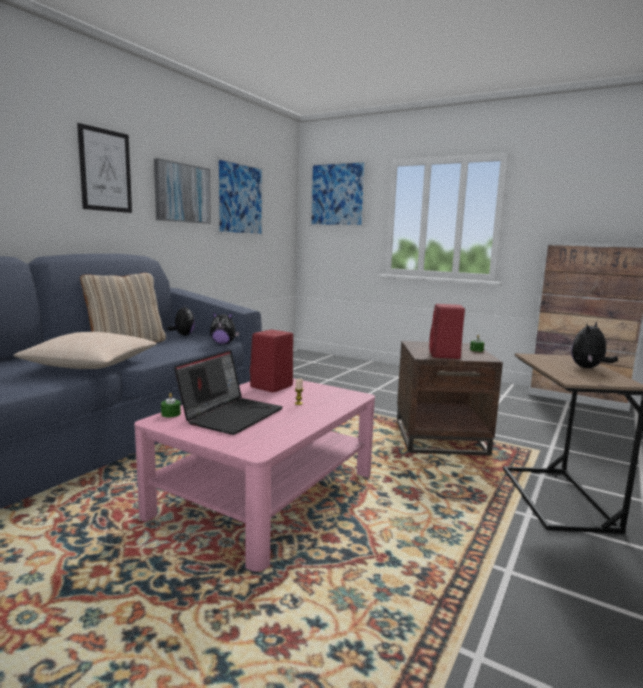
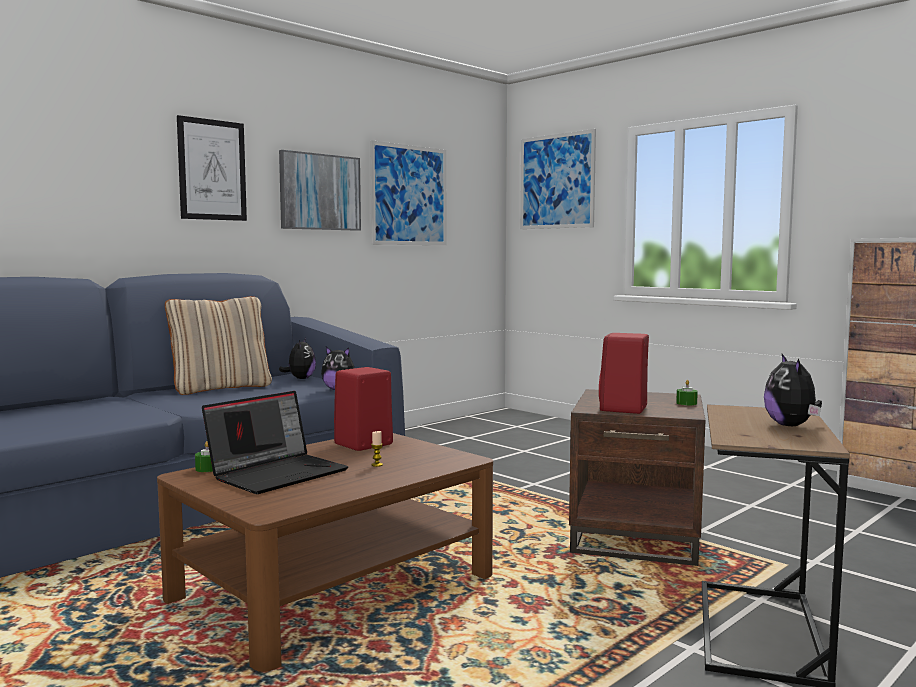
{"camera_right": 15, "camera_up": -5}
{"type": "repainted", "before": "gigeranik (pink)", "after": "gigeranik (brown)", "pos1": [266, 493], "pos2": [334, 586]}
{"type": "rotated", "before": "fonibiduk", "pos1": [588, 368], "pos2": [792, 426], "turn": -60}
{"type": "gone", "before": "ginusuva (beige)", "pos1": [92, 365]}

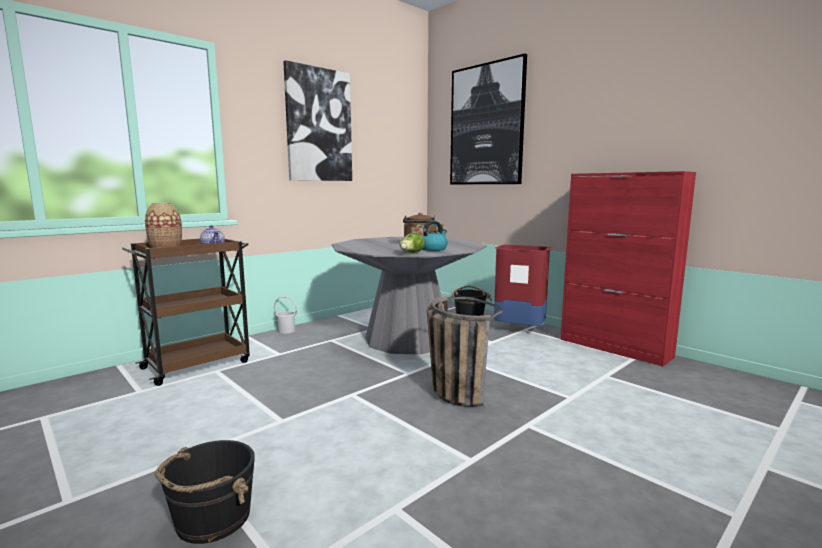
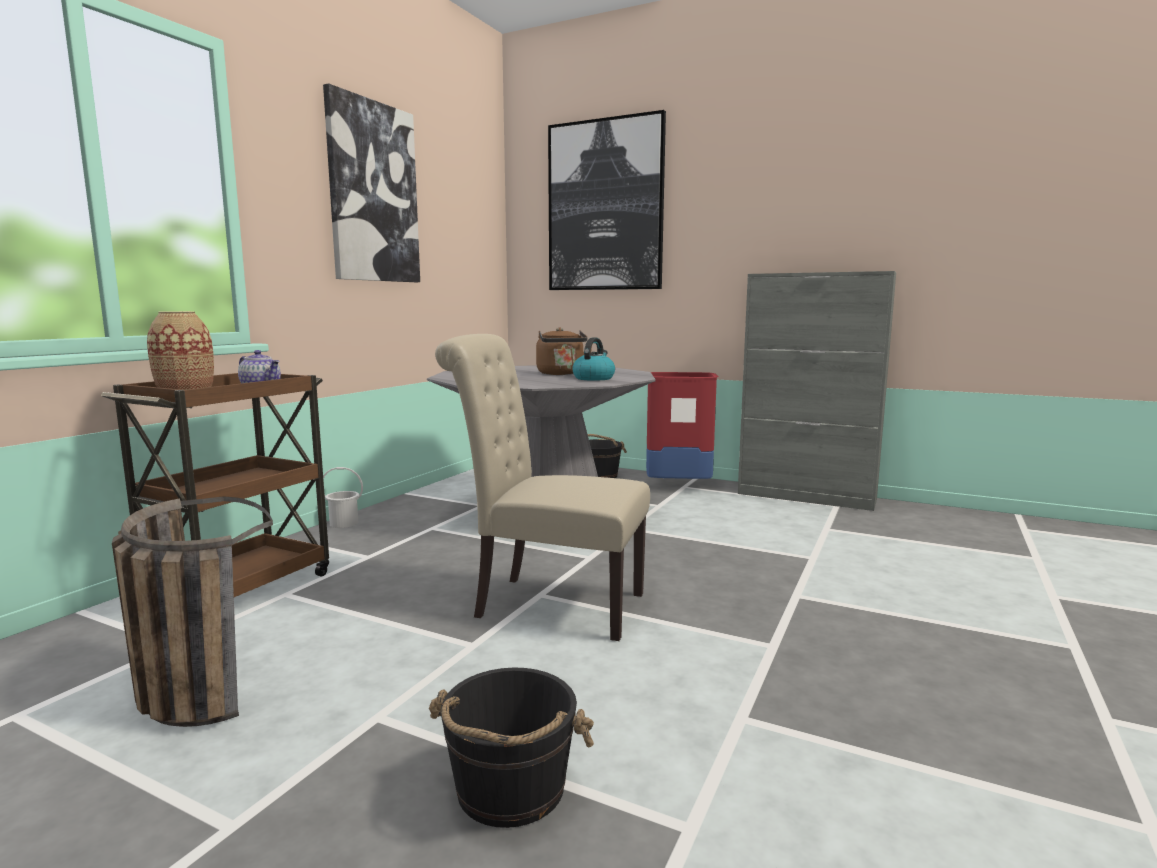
{"camera_right": -20, "camera_up": 0}
{"type": "shifted", "before": "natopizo", "pos1": [451, 389], "pos2": [188, 688]}
{"type": "new", "after": "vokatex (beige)", "pos2": [549, 604]}
{"type": "repainted", "before": "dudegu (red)", "after": "dudegu (grey)", "pos1": [615, 348], "pos2": [806, 497]}
{"type": "gone", "before": "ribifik", "pos1": [411, 253]}

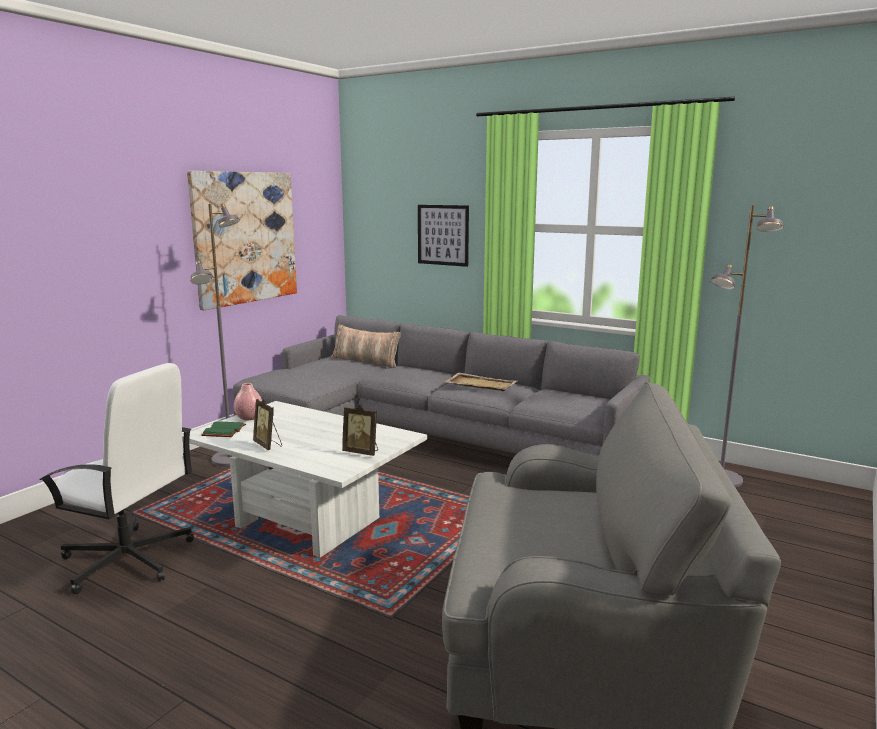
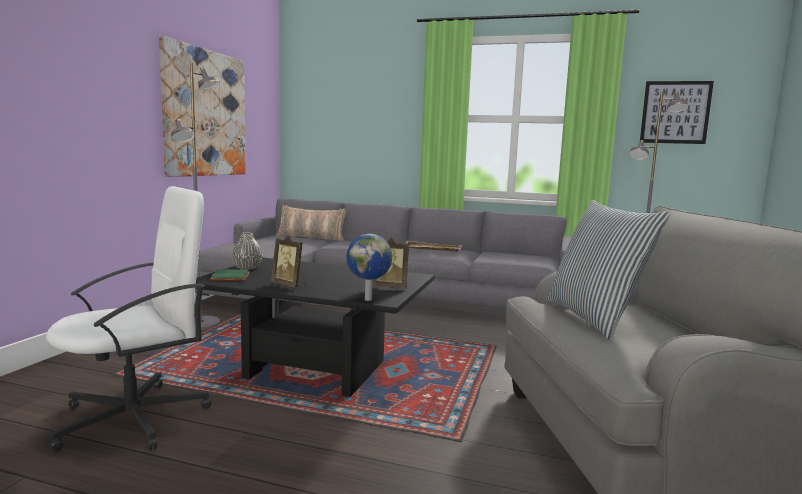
{"camera_right": -15, "camera_up": -5}
{"type": "rotated", "before": "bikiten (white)", "pos1": [128, 560], "pos2": [135, 417], "turn": -45}
{"type": "repainted", "before": "gigeranik (white)", "after": "gigeranik (black)", "pos1": [308, 522], "pos2": [316, 369]}
{"type": "repainted", "before": "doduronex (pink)", "after": "doduronex (grey)", "pos1": [249, 418], "pos2": [247, 268]}
{"type": "new", "after": "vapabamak", "pos2": [368, 299]}
{"type": "new", "after": "ginusuva", "pos2": [594, 318]}
{"type": "shifted", "before": "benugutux", "pos1": [443, 235], "pos2": [675, 112]}

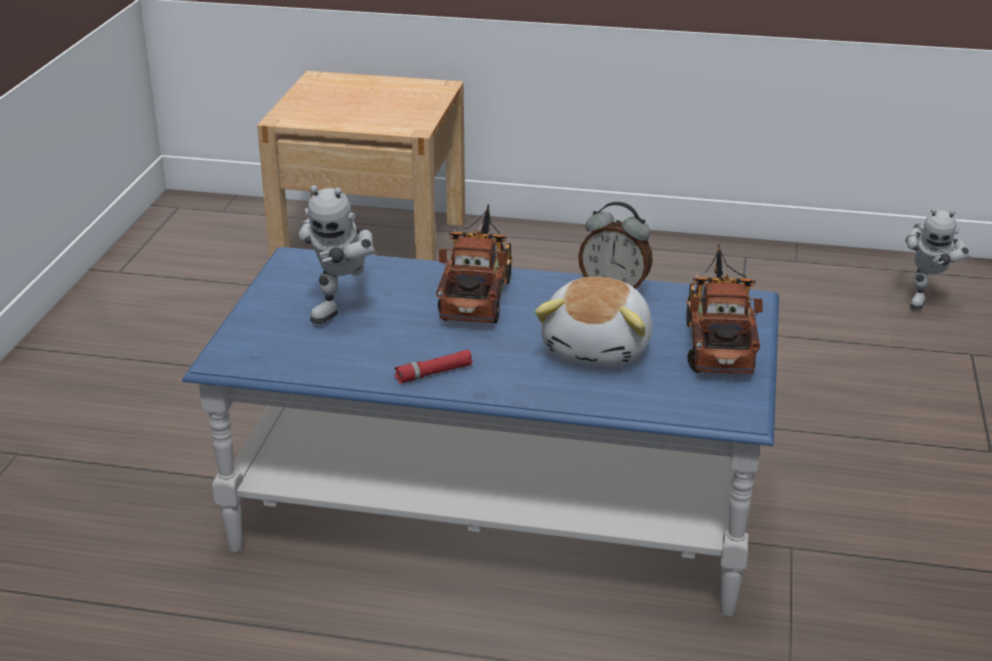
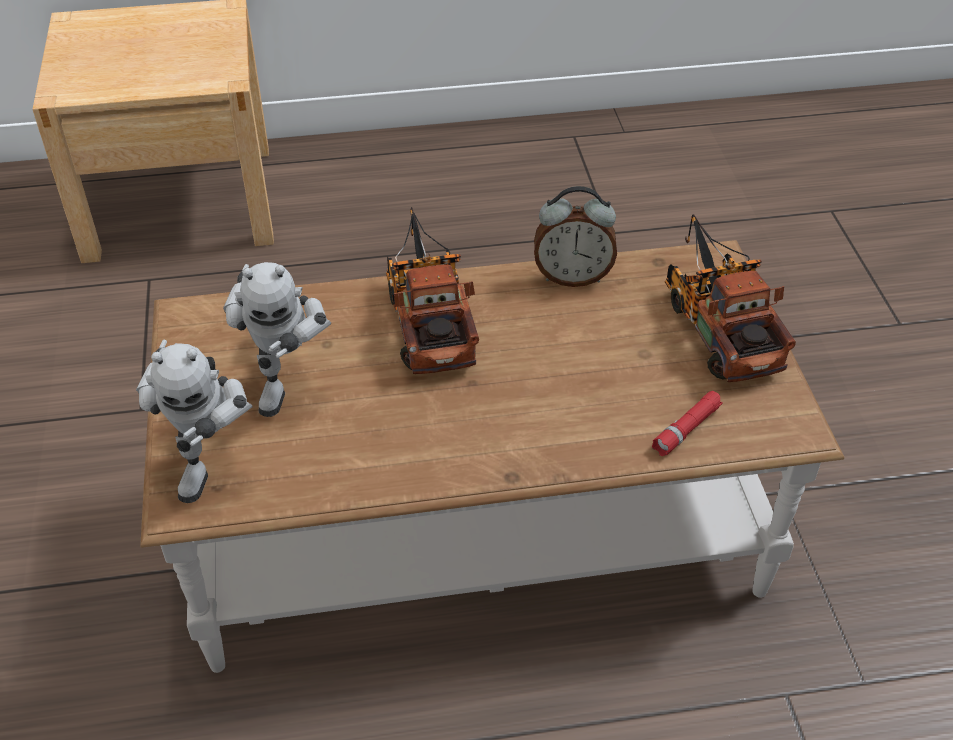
{"camera_right": -20, "camera_up": 15}
{"type": "shifted", "before": "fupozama", "pos1": [925, 298], "pos2": [211, 459]}
{"type": "repainted", "before": "gigeranik (blue)", "after": "gigeranik (brown)", "pos1": [496, 510], "pos2": [477, 529]}
{"type": "shifted", "before": "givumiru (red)", "pos1": [434, 373], "pos2": [686, 429]}
{"type": "gone", "before": "fonibiduk", "pos1": [599, 348]}

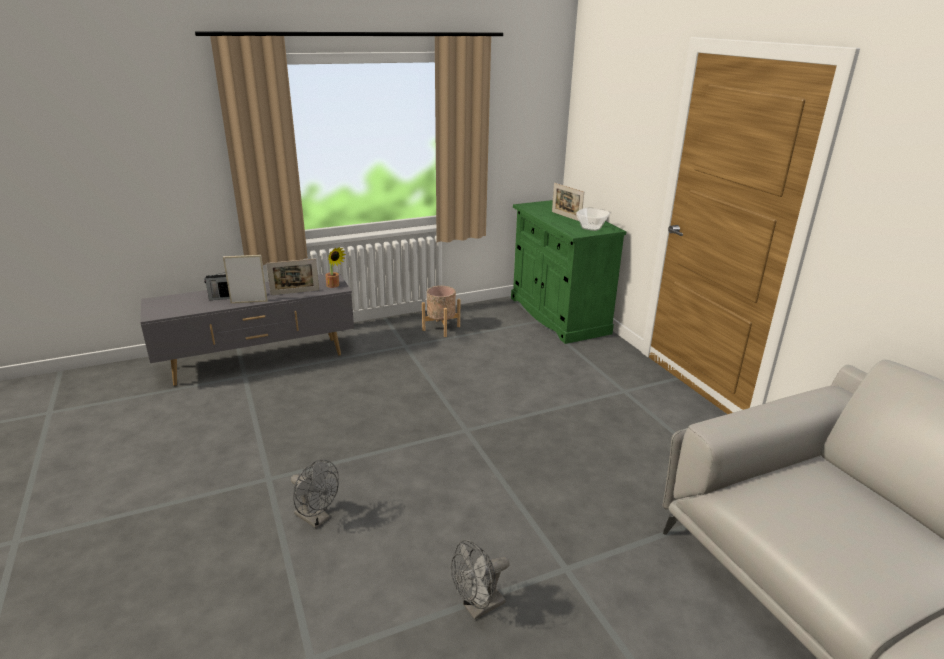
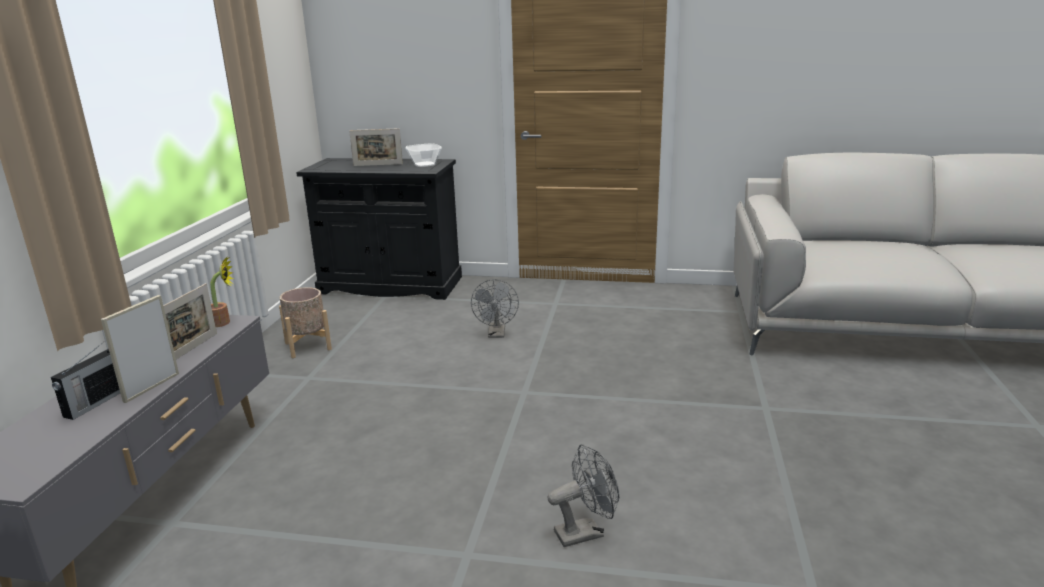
{"camera_right": -55, "camera_up": -5}
{"type": "repainted", "before": "dudegu (green)", "after": "dudegu (black)", "pos1": [558, 315], "pos2": [390, 285]}
{"type": "shifted", "before": "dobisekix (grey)", "pos1": [478, 607], "pos2": [497, 334]}

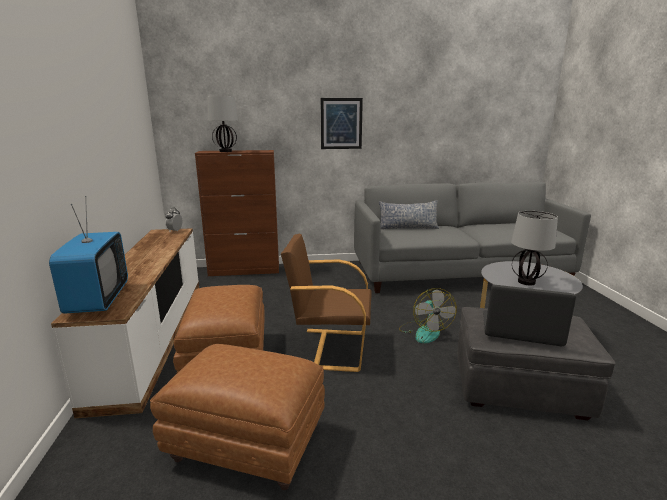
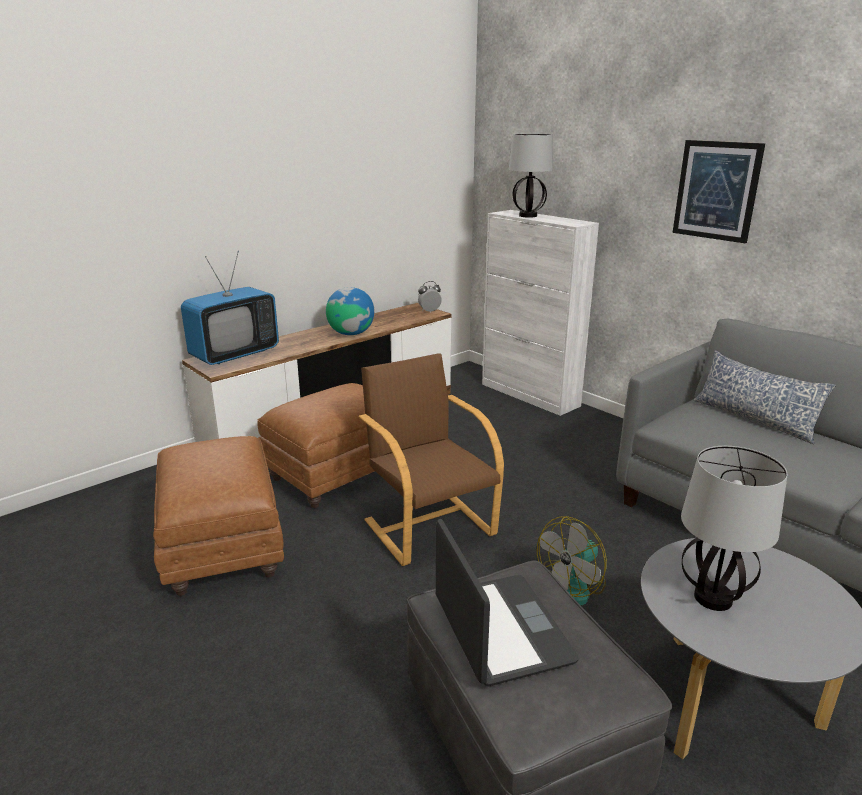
{"camera_right": 55, "camera_up": 5}
{"type": "new", "after": "vapabamak", "pos2": [351, 333]}
{"type": "repainted", "before": "dudegu (brown)", "after": "dudegu (white)", "pos1": [245, 270], "pos2": [530, 395]}

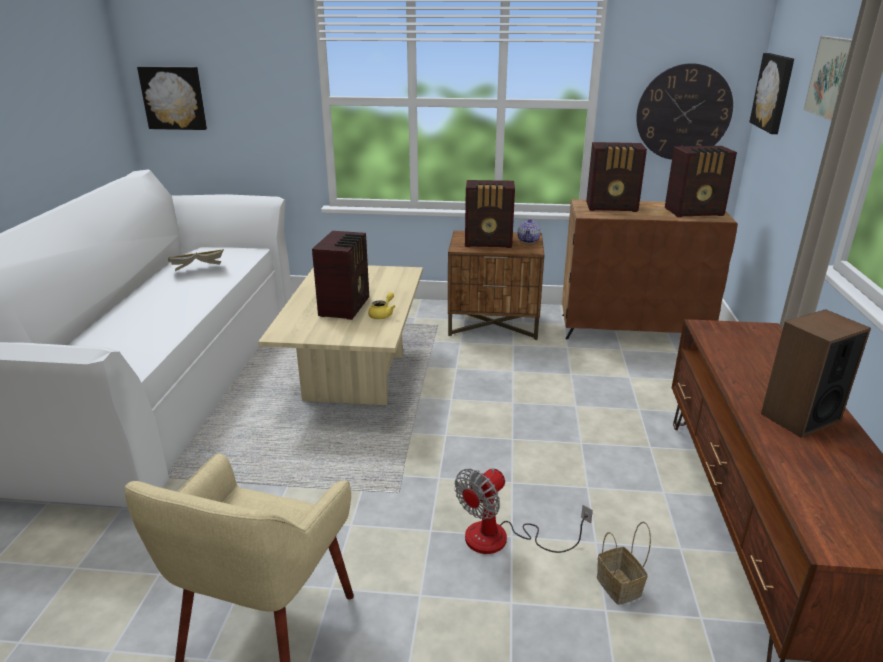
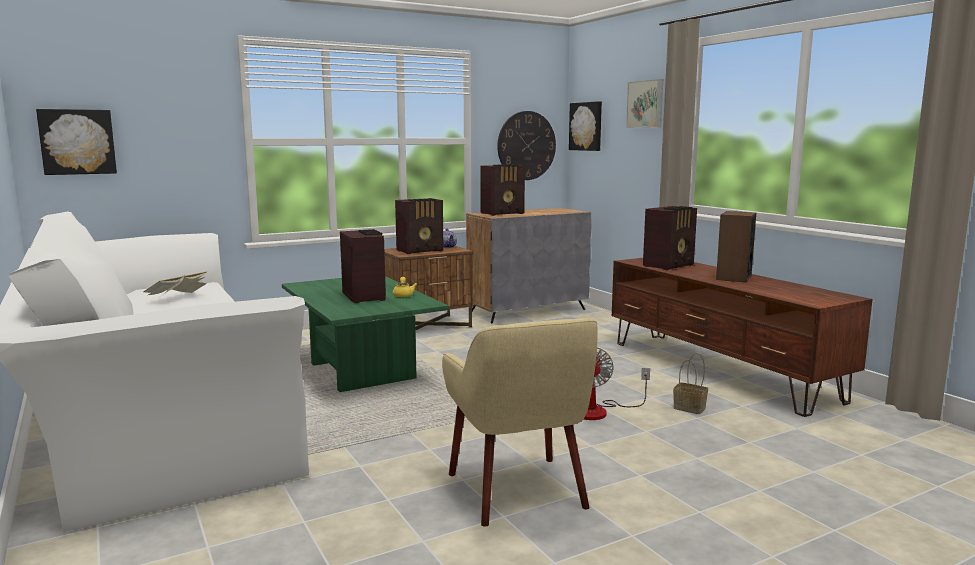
{"camera_right": -35, "camera_up": -15}
{"type": "repainted", "before": "gigeranik (beige)", "after": "gigeranik (green)", "pos1": [355, 376], "pos2": [362, 371]}
{"type": "repainted", "before": "dudegu (brown)", "after": "dudegu (grey)", "pos1": [633, 329], "pos2": [528, 311]}
{"type": "shifted", "before": "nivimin", "pos1": [695, 212], "pos2": [670, 265]}

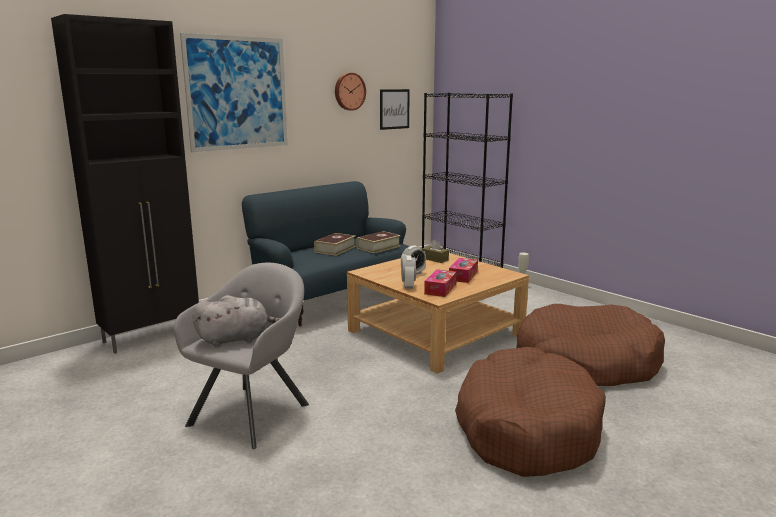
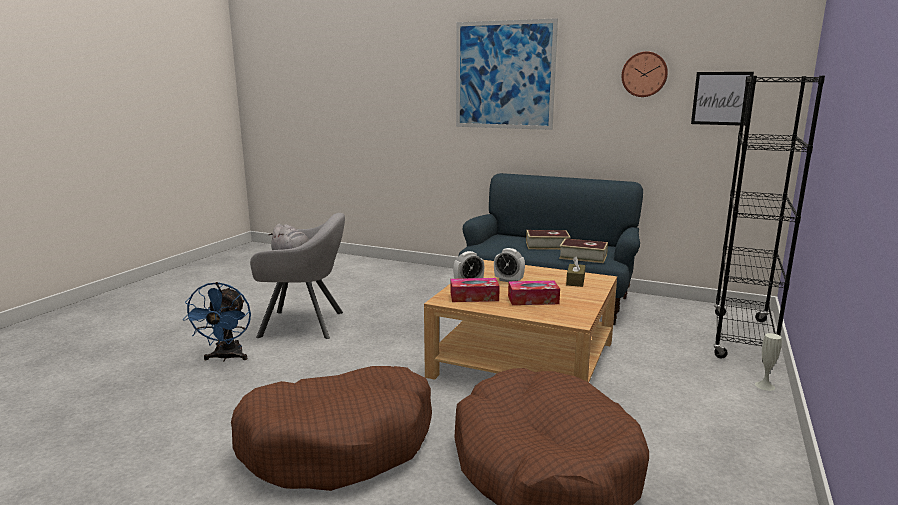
{"camera_right": 65, "camera_up": 0}
{"type": "new", "after": "dobisekix (blue)", "pos2": [226, 358]}
{"type": "gone", "before": "dudegu (black)", "pos1": [153, 336]}

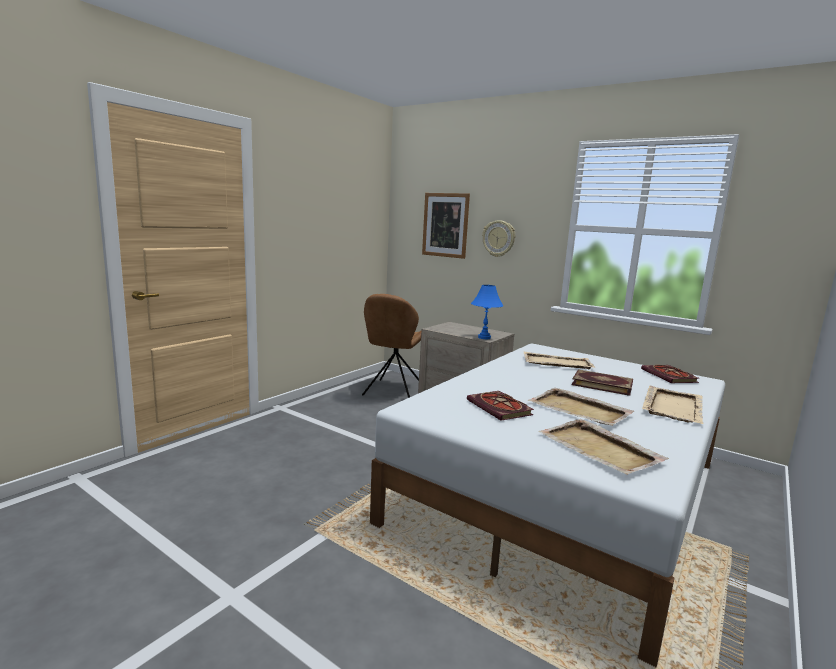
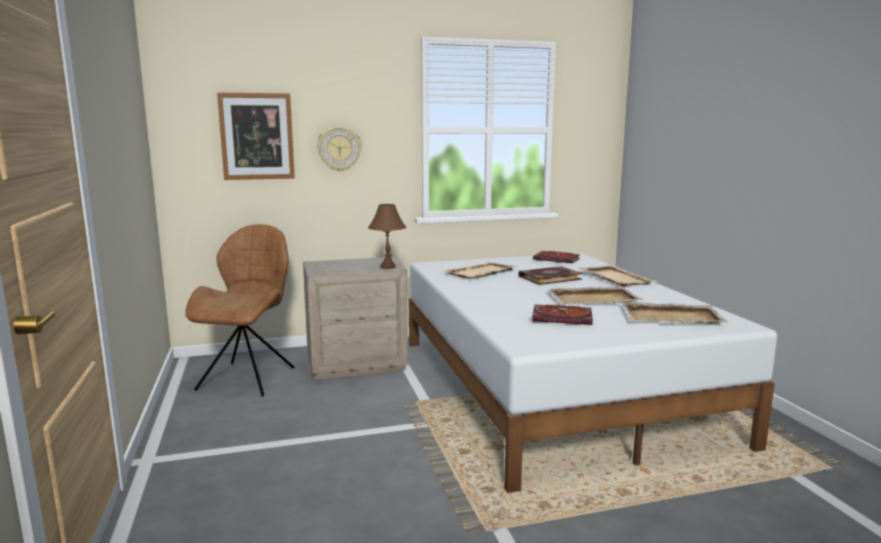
{"camera_right": -50, "camera_up": 0}
{"type": "rotated", "before": "vokatex (brown)", "pos1": [393, 392], "pos2": [248, 377], "turn": -135}
{"type": "repainted", "before": "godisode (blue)", "after": "godisode (brown)", "pos1": [484, 337], "pos2": [388, 267]}

